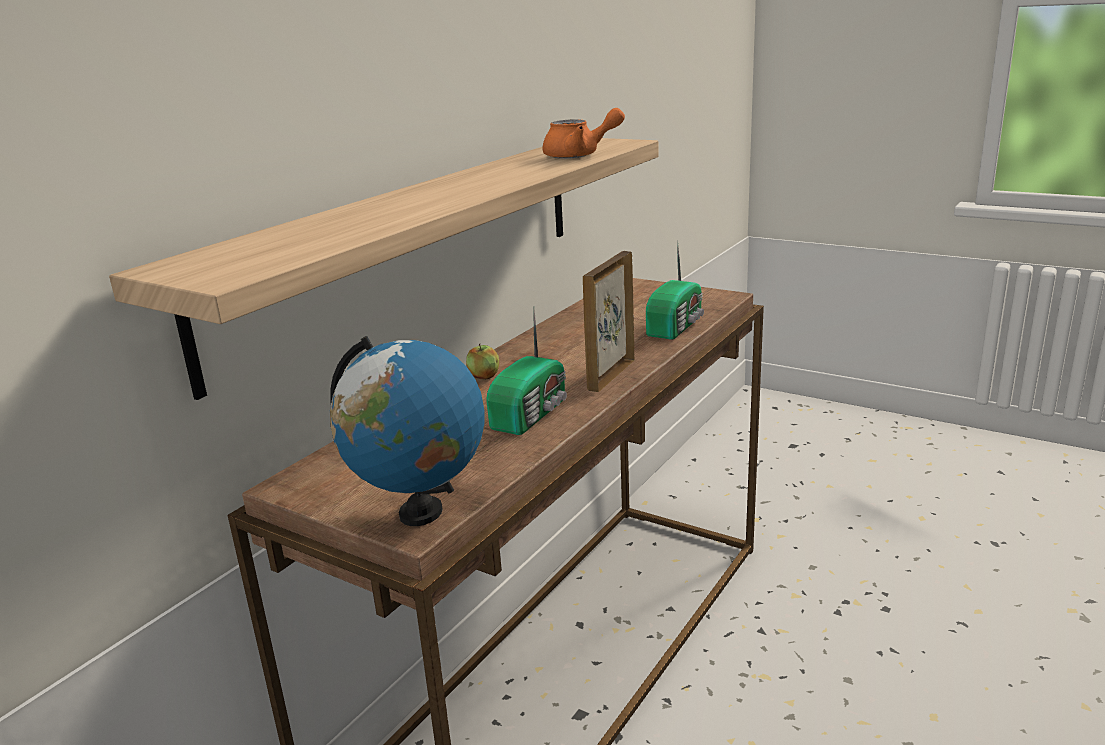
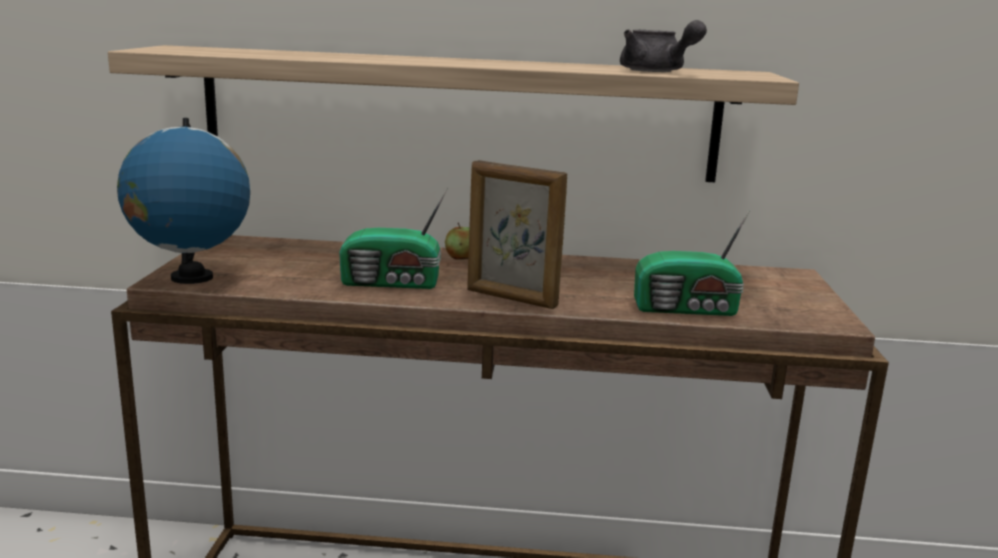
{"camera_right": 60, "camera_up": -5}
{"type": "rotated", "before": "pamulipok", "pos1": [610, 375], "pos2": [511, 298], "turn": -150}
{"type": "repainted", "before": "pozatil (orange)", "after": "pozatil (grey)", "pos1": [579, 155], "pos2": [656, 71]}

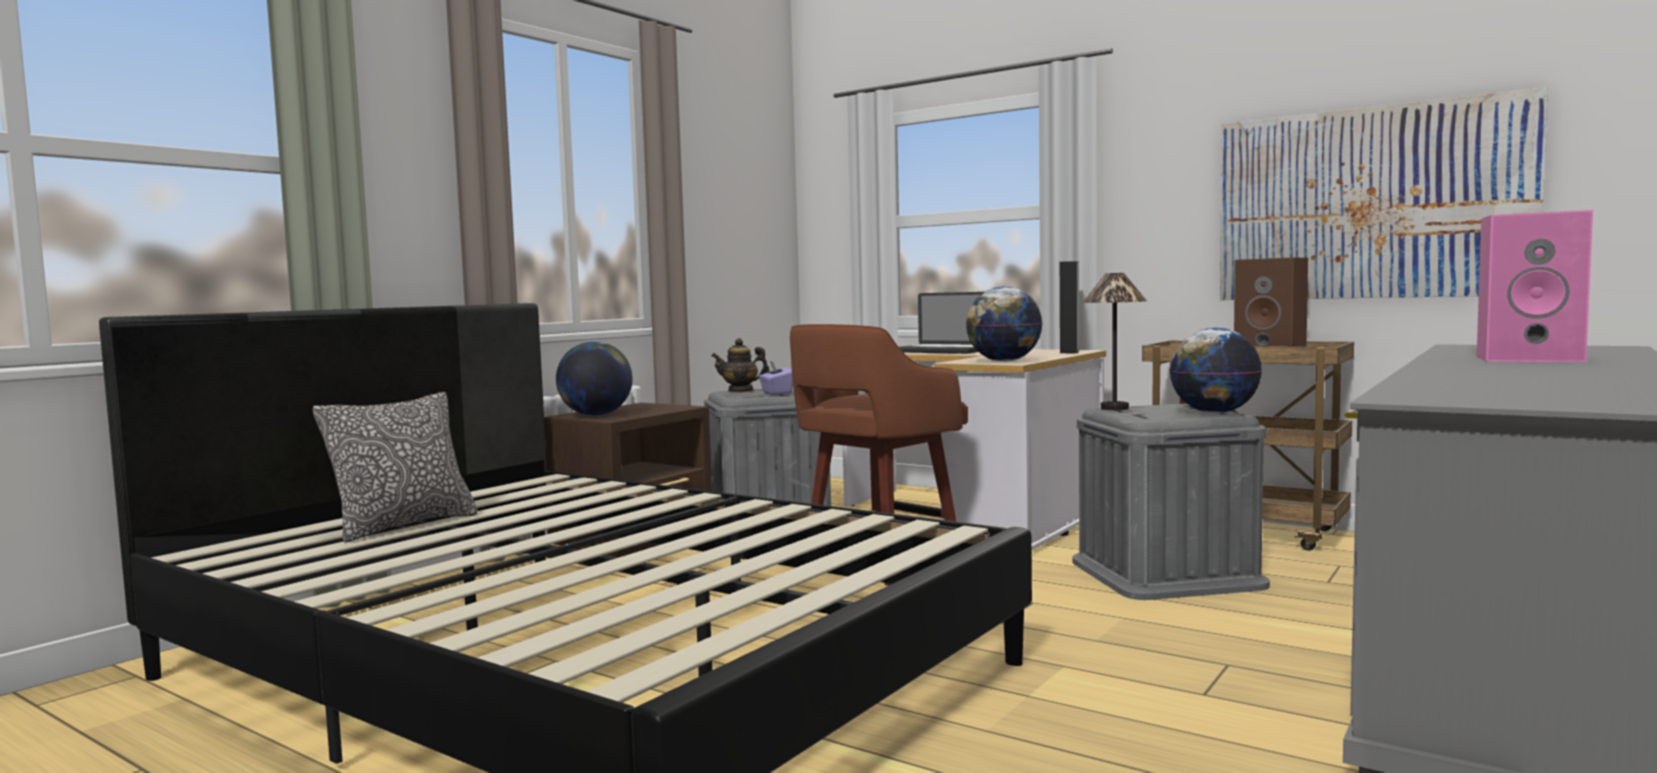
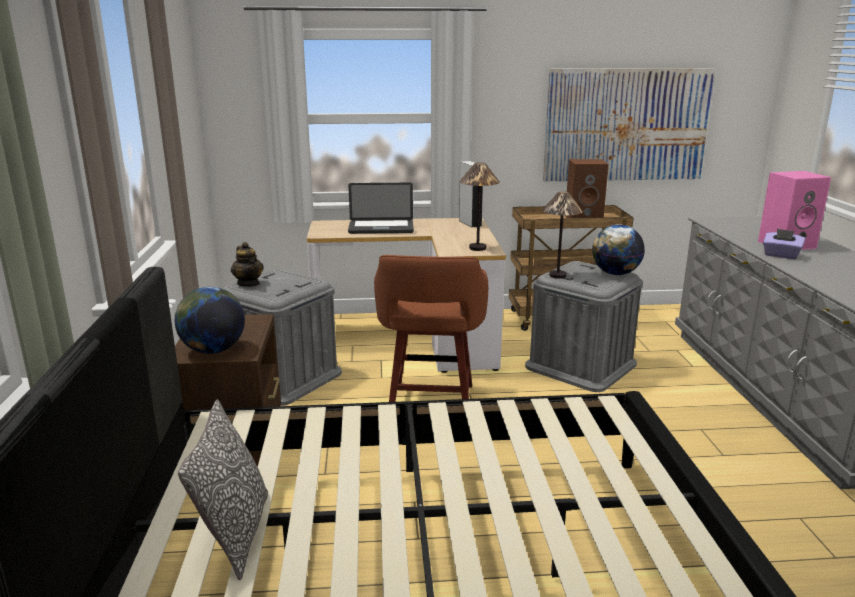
{"camera_right": -40, "camera_up": 15}
{"type": "rotated", "before": "pozatil", "pos1": [741, 390], "pos2": [248, 283], "turn": -75}
{"type": "swapped", "before": "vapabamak", "after": "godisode", "pos1": [1003, 361], "pos2": [477, 248]}
{"type": "shifted", "before": "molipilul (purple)", "pos1": [776, 393], "pos2": [781, 255]}

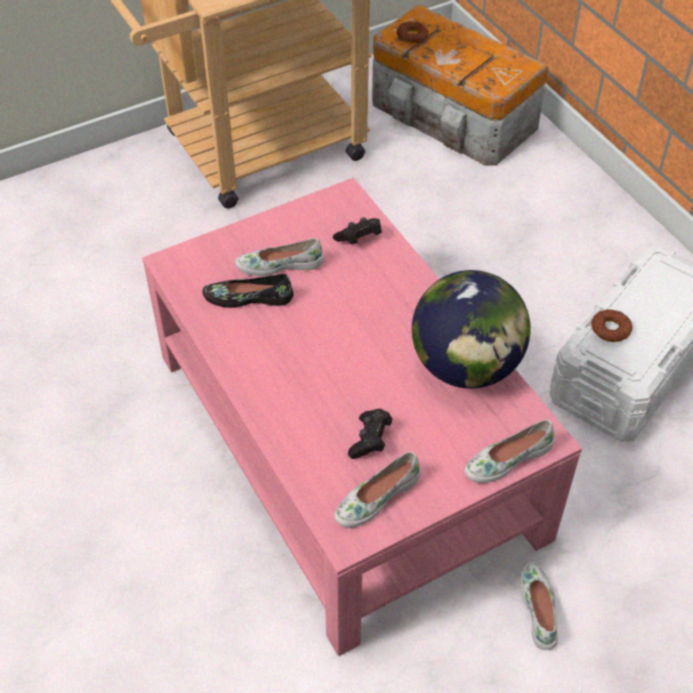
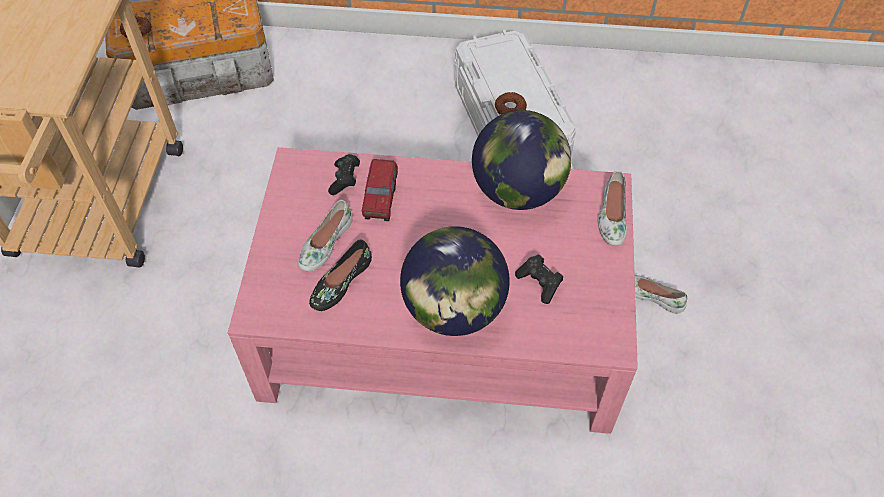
{"camera_right": -55, "camera_up": 5}
{"type": "new", "after": "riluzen", "pos2": [381, 201]}
{"type": "new", "after": "vapabamak", "pos2": [454, 309]}
{"type": "gone", "before": "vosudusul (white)", "pos1": [376, 497]}

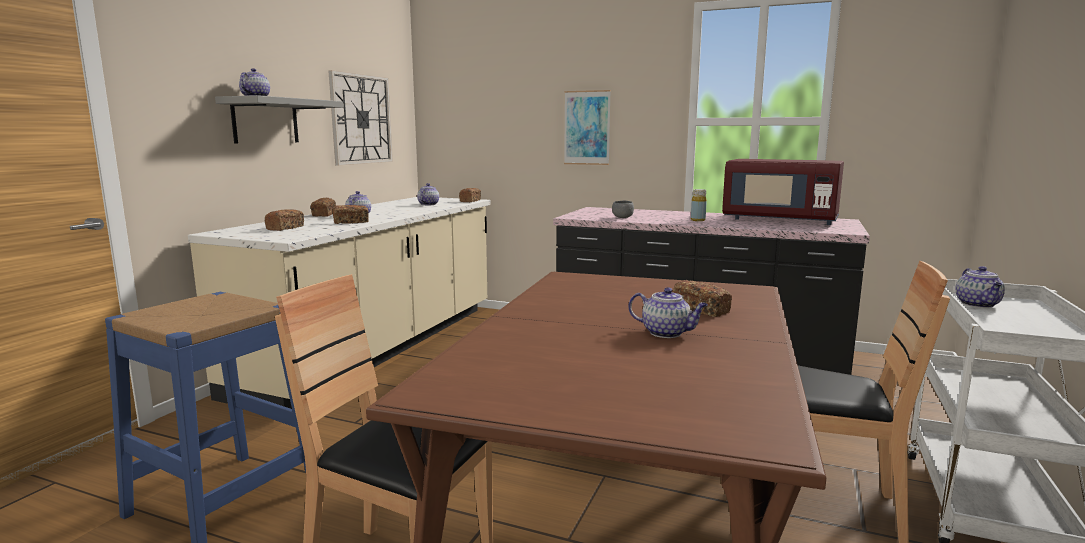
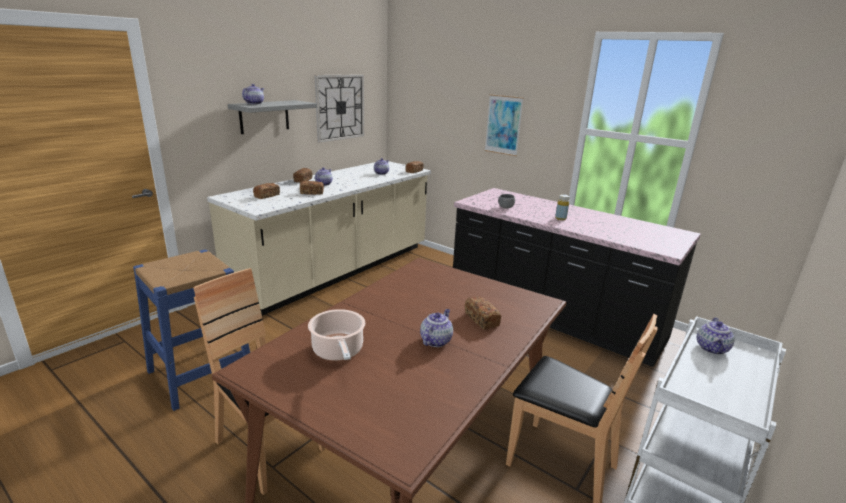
{"camera_right": 15, "camera_up": 10}
{"type": "new", "after": "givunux", "pos2": [338, 351]}
{"type": "rotated", "before": "pozatil", "pos1": [667, 333], "pos2": [436, 340], "turn": -105}
{"type": "gone", "before": "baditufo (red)", "pos1": [780, 220]}

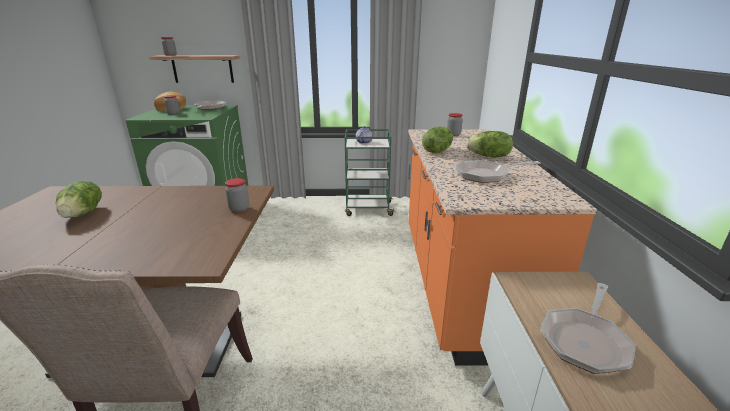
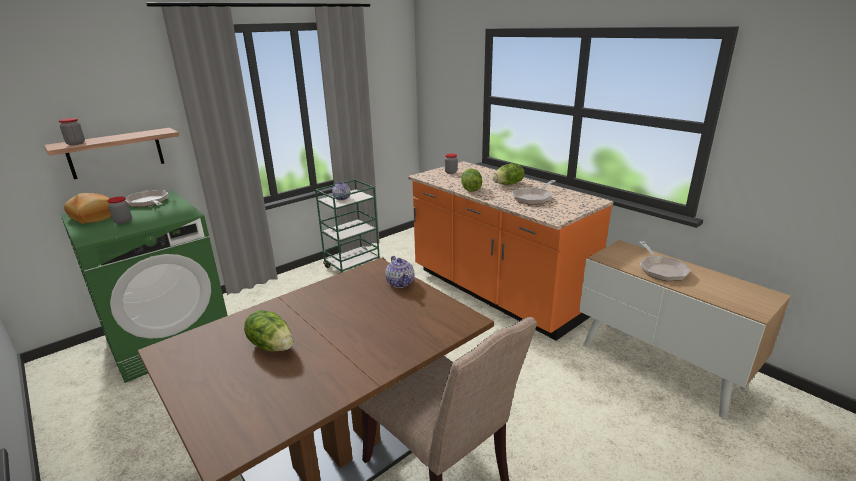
{"camera_right": -40, "camera_up": 0}
{"type": "swapped", "before": "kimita", "after": "pozatil", "pos1": [239, 208], "pos2": [400, 283]}

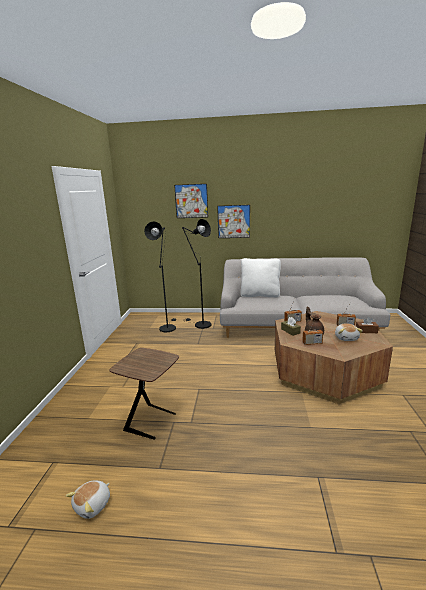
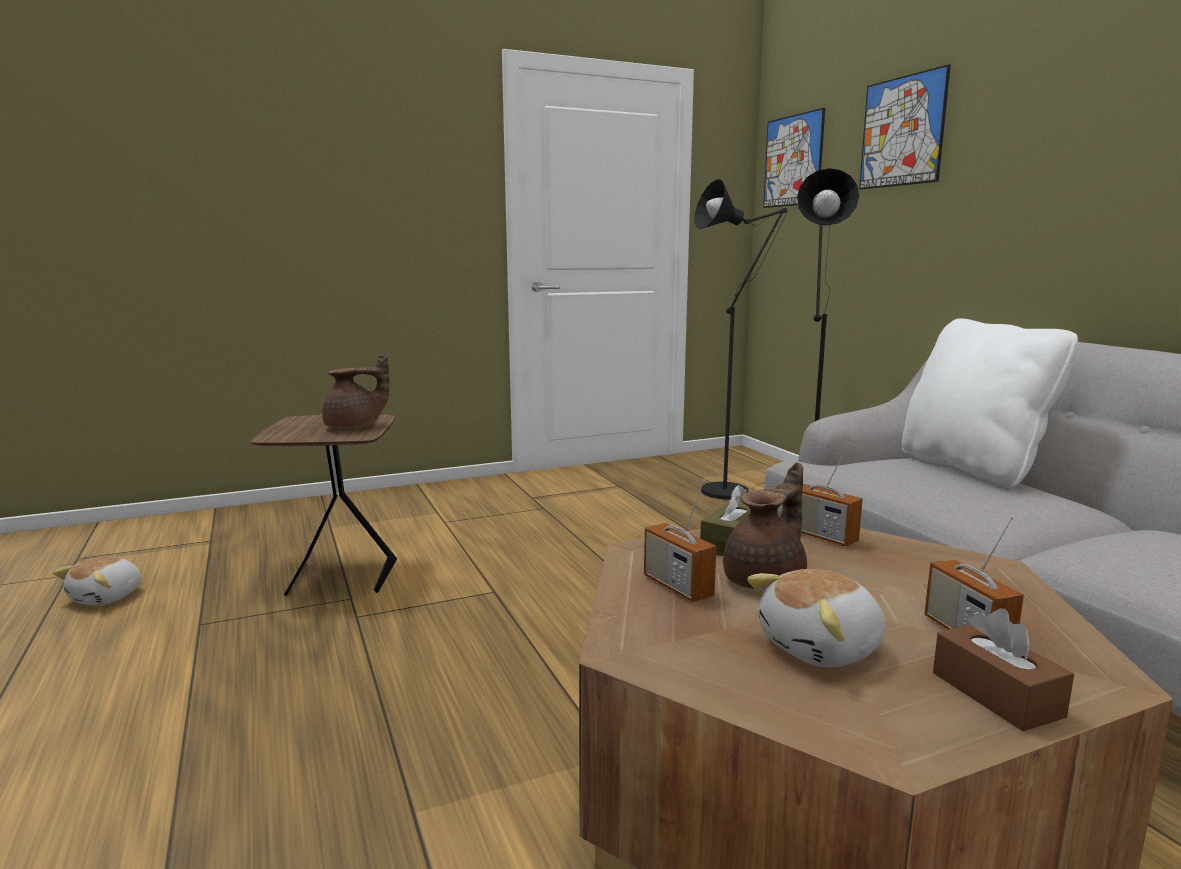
{"camera_right": 60, "camera_up": -5}
{"type": "rotated", "before": "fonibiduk", "pos1": [93, 505], "pos2": [108, 597], "turn": -75}
{"type": "new", "after": "pozatil (brown)", "pos2": [355, 427]}
{"type": "shifted", "before": "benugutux", "pos1": [233, 221], "pos2": [793, 161]}

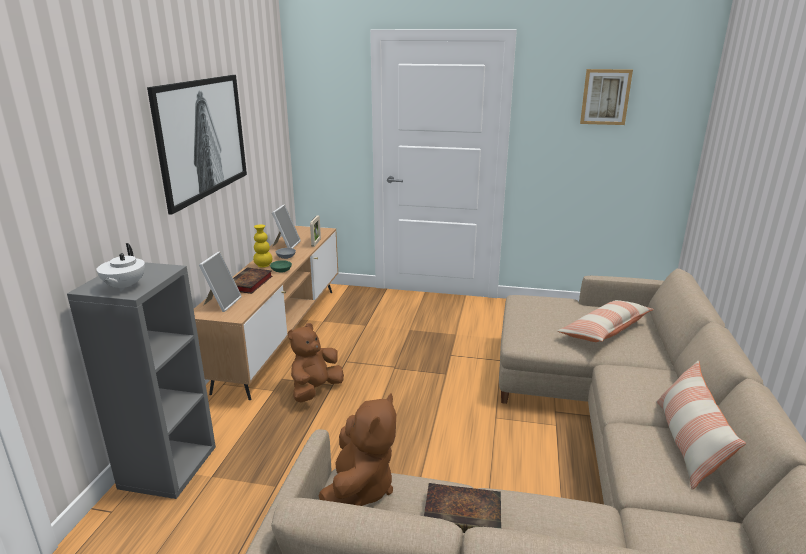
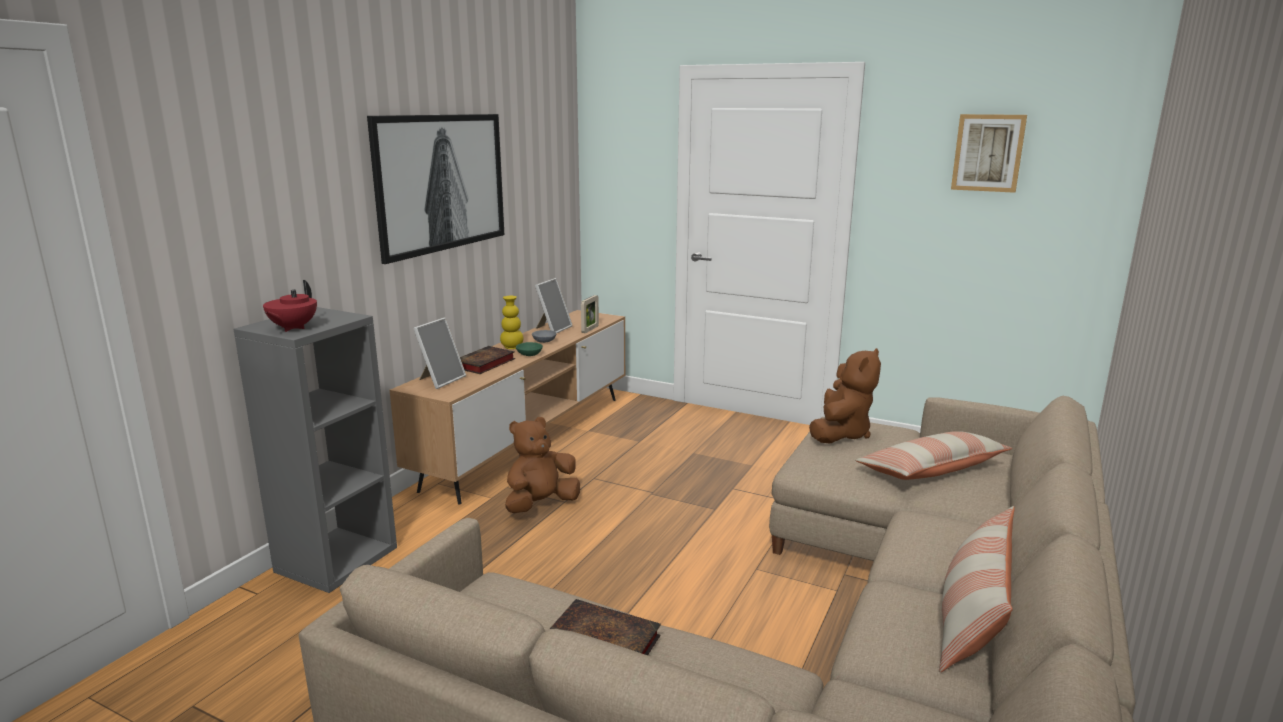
{"camera_right": 15, "camera_up": -5}
{"type": "repainted", "before": "pozatil (white)", "after": "pozatil (red)", "pos1": [124, 287], "pos2": [292, 328]}
{"type": "shifted", "before": "fonibiduk (brown)", "pos1": [359, 489], "pos2": [840, 433]}

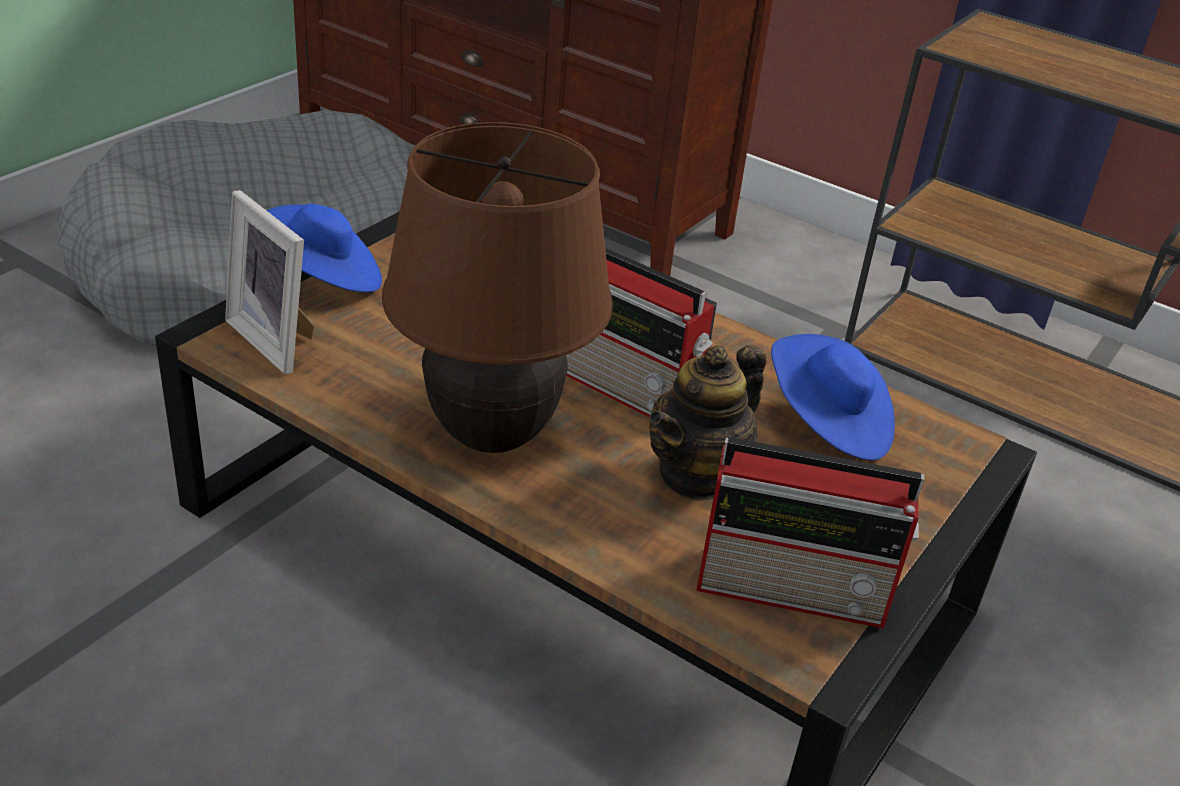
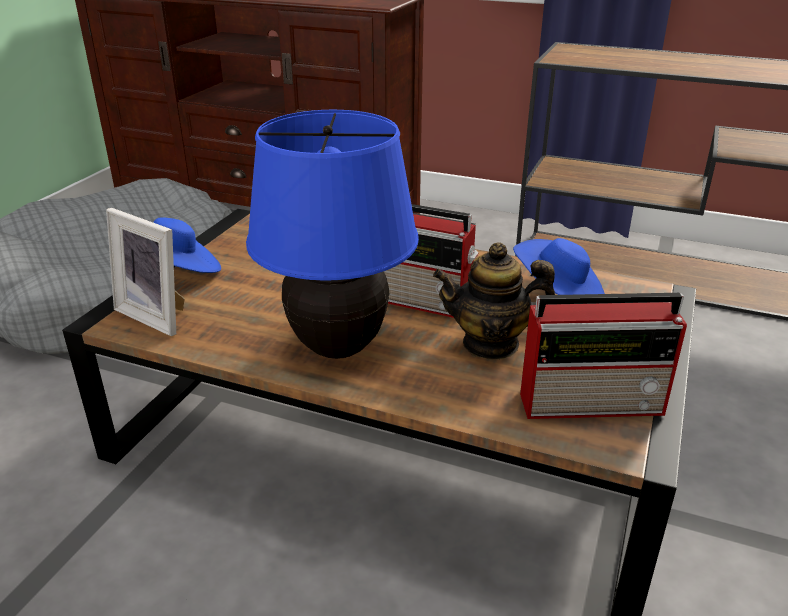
{"camera_right": -10, "camera_up": -5}
{"type": "repainted", "before": "godisode (brown)", "after": "godisode (blue)", "pos1": [492, 437], "pos2": [338, 348]}
{"type": "rotated", "before": "pozatil", "pos1": [697, 475], "pos2": [491, 344], "turn": 60}

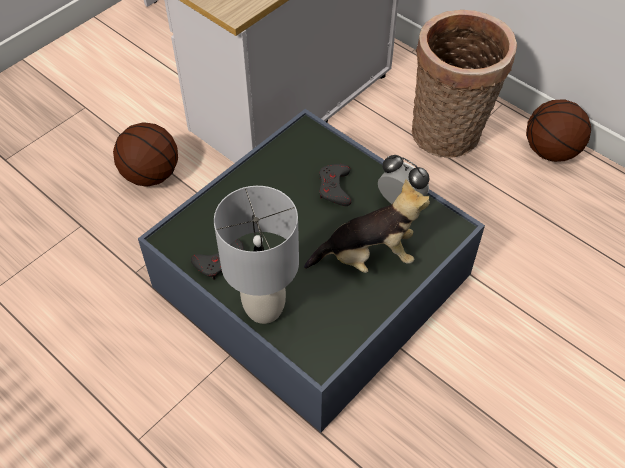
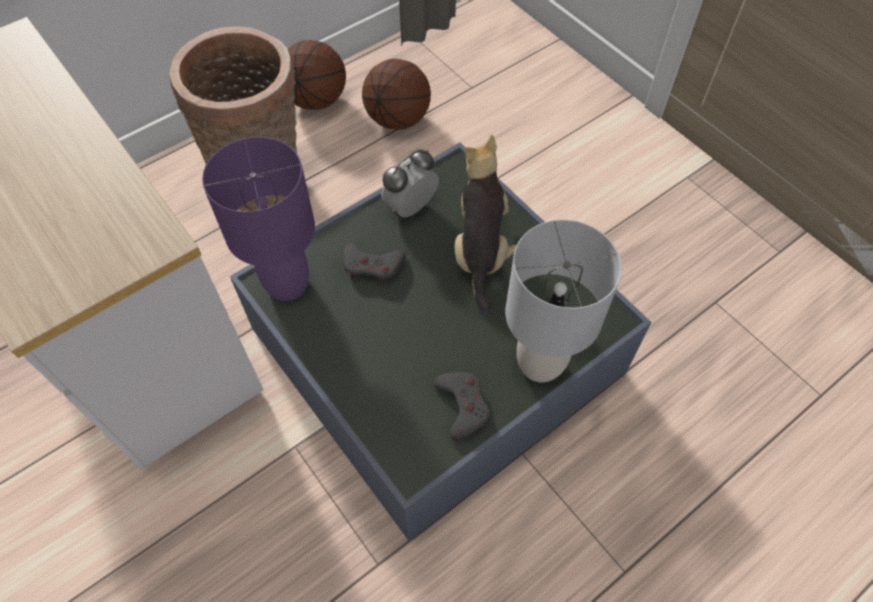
{"camera_right": -80, "camera_up": 5}
{"type": "new", "after": "godisode (purple)", "pos2": [287, 285]}
{"type": "shifted", "before": "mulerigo", "pos1": [151, 175], "pos2": [398, 118]}

